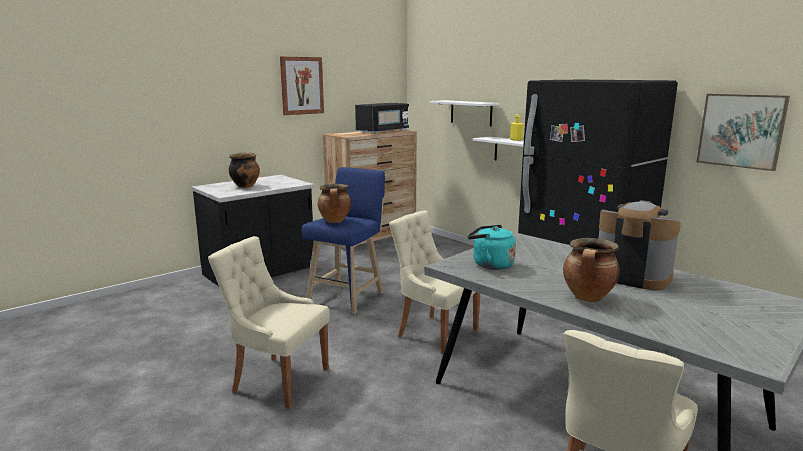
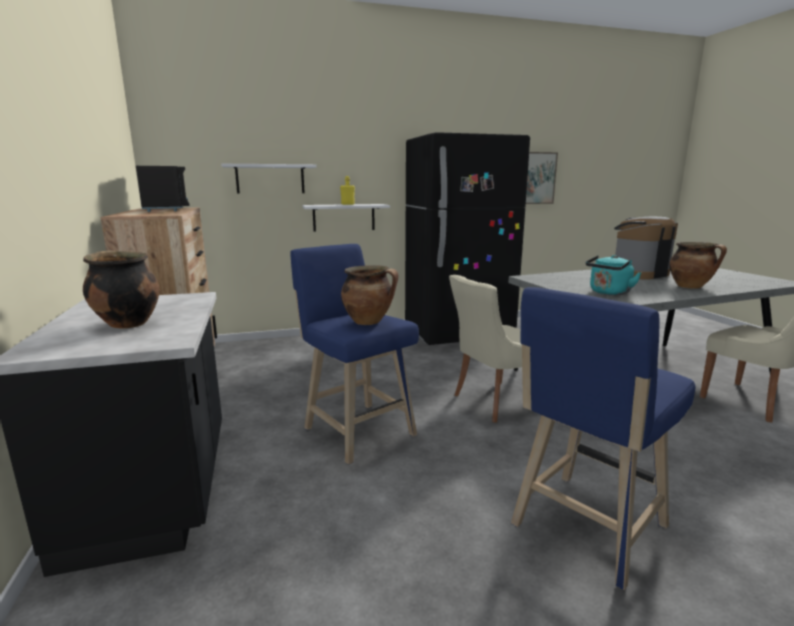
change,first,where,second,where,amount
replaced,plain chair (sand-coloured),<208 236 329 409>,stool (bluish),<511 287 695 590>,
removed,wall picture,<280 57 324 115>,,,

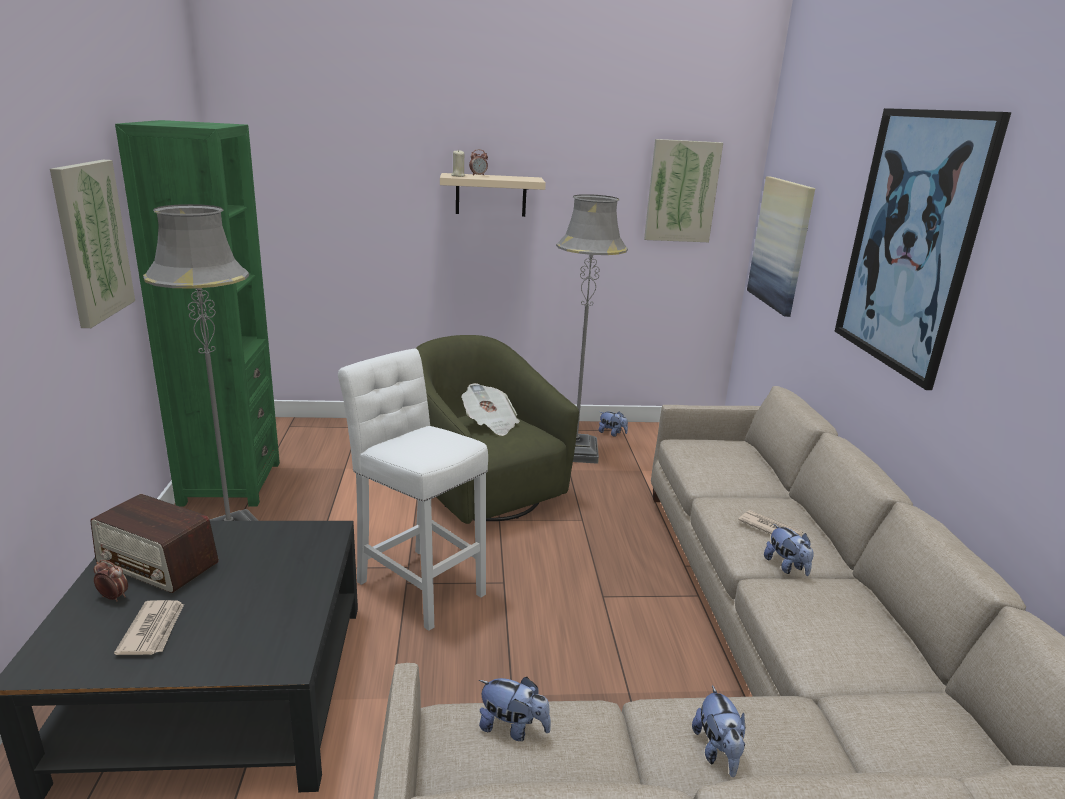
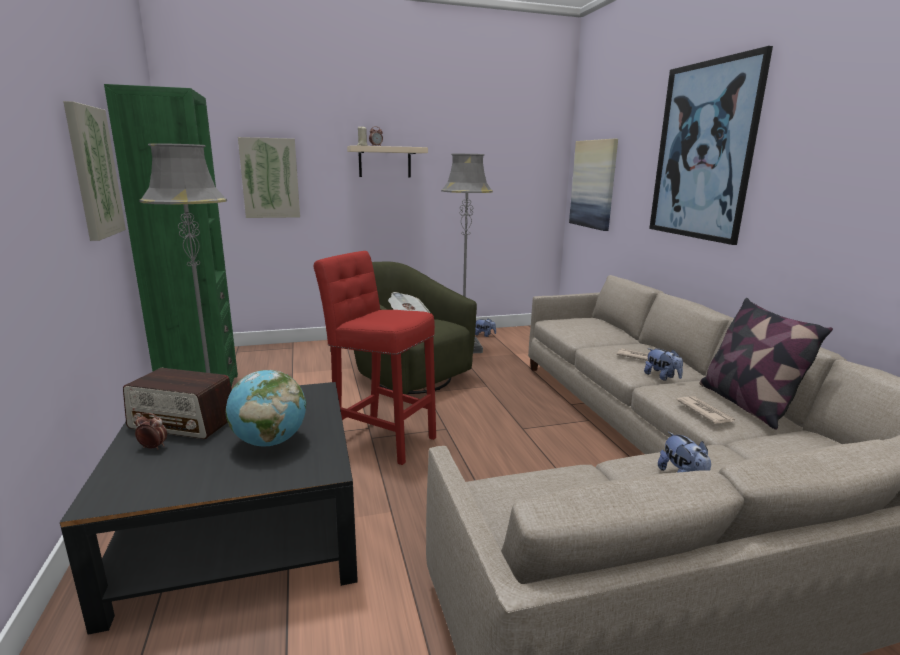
change,first,where,second,where,amount
added,,,desk globe,<226 370 306 447>,
moved,wall picture,<644 139 723 242>,,<238 137 300 218>,
recoloured,stool (white),<338 348 488 631>,stool (red-coloured),<314 251 436 465>,
moved,newspaper,<114 600 184 655>,,<677 396 736 424>,
added,,,throw pillow,<700 298 833 429>,
removed,cuddly toy,<479 677 551 741>,,,

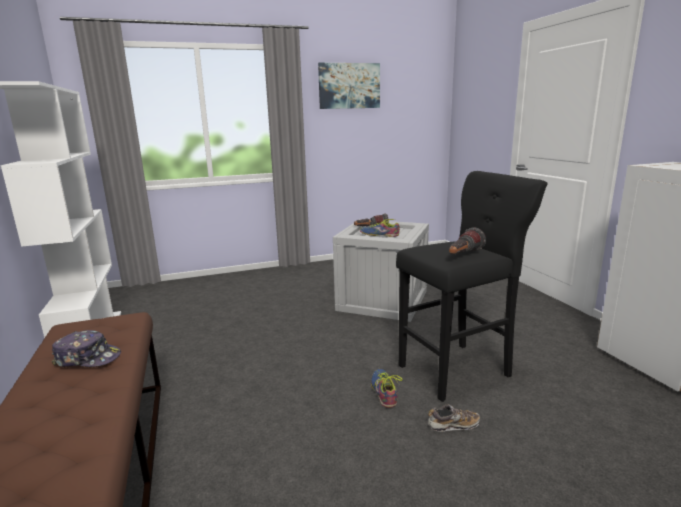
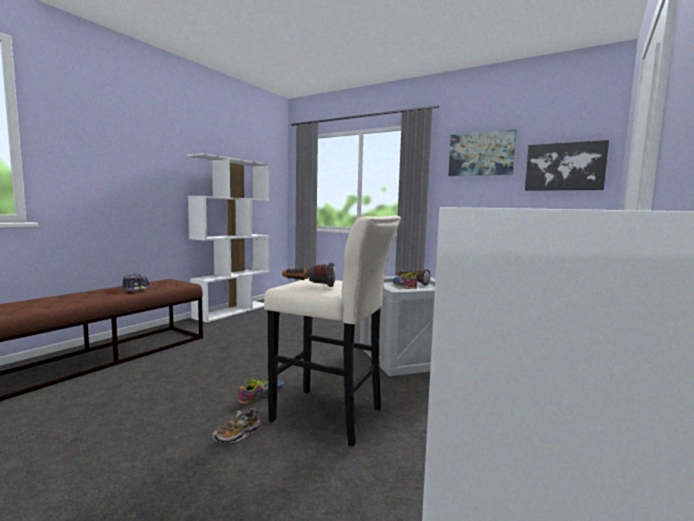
change,first,where,second,where,amount
turned,shoe,<428 404 480 432>,,<213 408 260 443>,90 degrees clockwise
recoloured,stool (blackish),<396 171 548 402>,stool (sand-coloured),<264 215 401 446>,
added,,,wall picture,<525 140 609 191>,

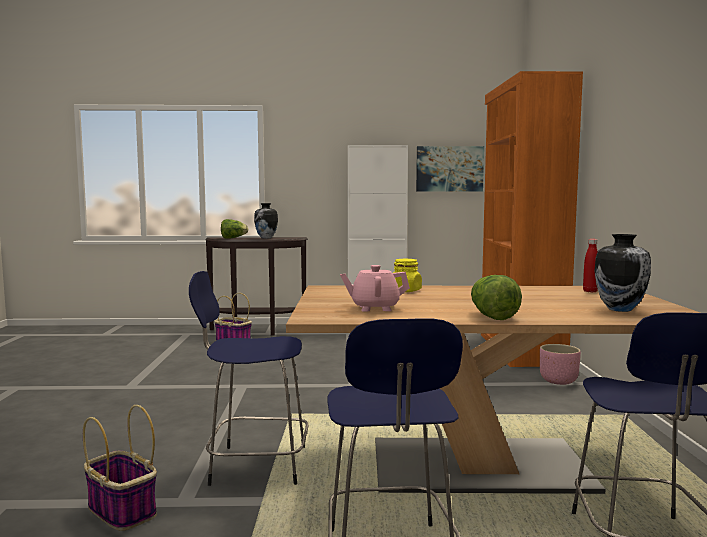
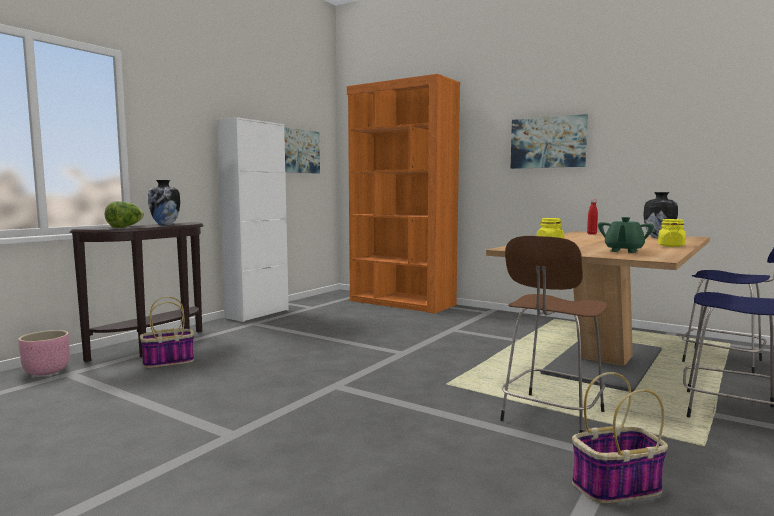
change,first,where,second,where,amount
moved,flower pot (pinkish),<540 344 581 385>,,<18 330 70 376>,
recoloured,stool (bluish),<189 271 308 486>,stool (brownish),<500 236 608 433>,
added,,,wall picture,<511 114 588 169>,
recoloured,tea pot (pinkish),<340 265 410 312>,tea pot (green-coloured),<598 217 654 253>,
replaced,lettuce head,<471 275 522 320>,preserve jar (yellow),<658 219 686 247>,

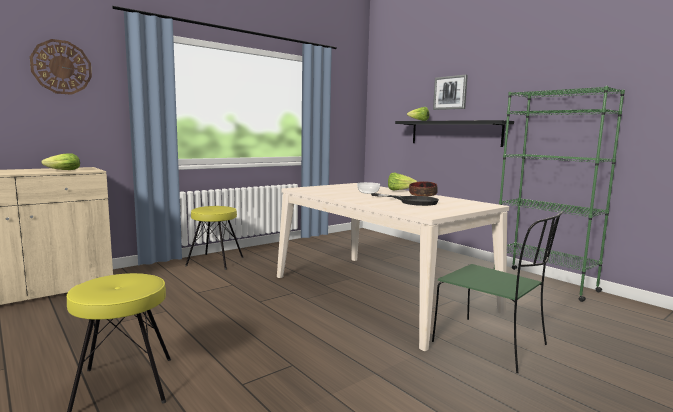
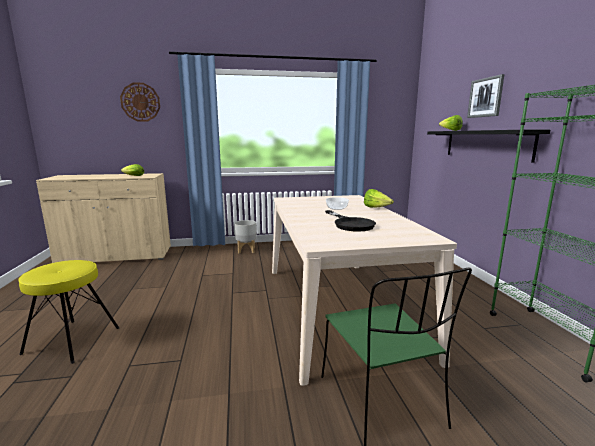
change,first,where,second,where,amount
replaced,stool (yellow),<185 206 244 270>,flower pot (greyish),<235 220 257 253>,
removed,serving bowl,<409 181 438 197>,,,

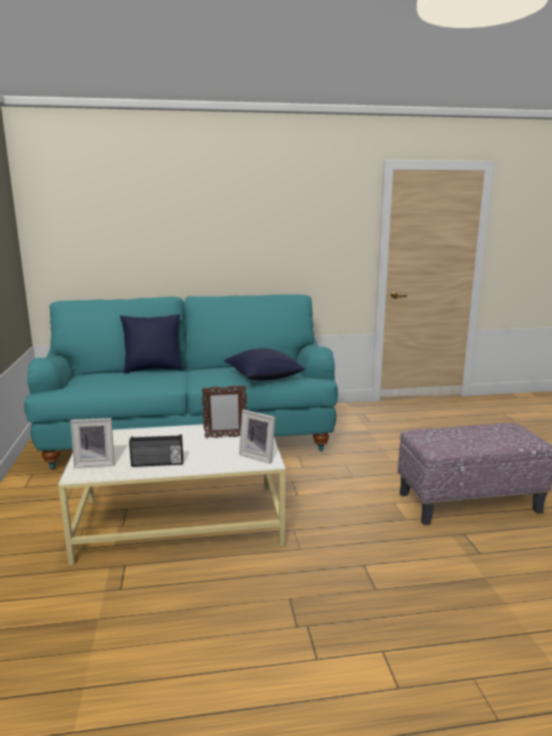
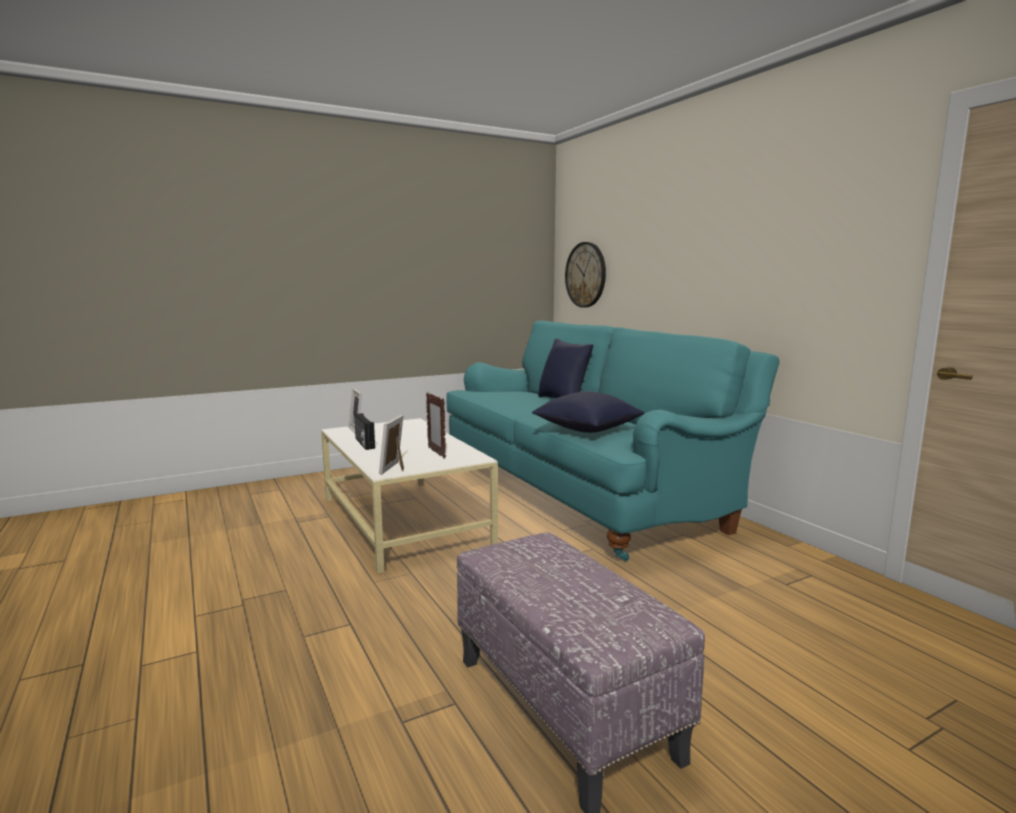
change,first,where,second,where,amount
added,,,hanging clock,<565 242 606 308>,

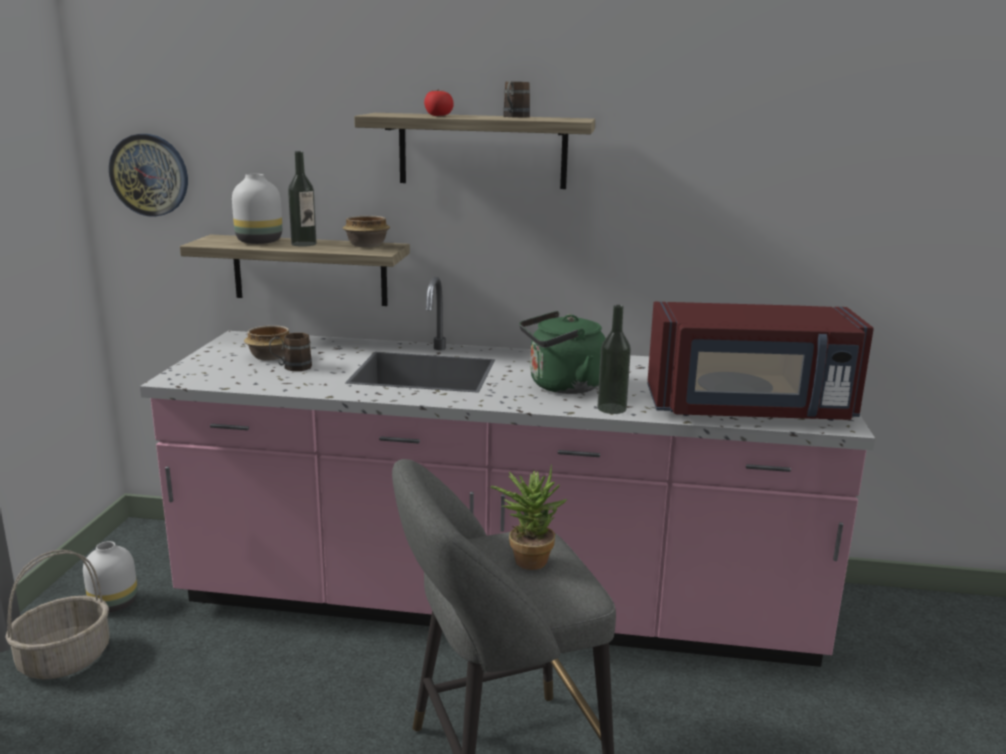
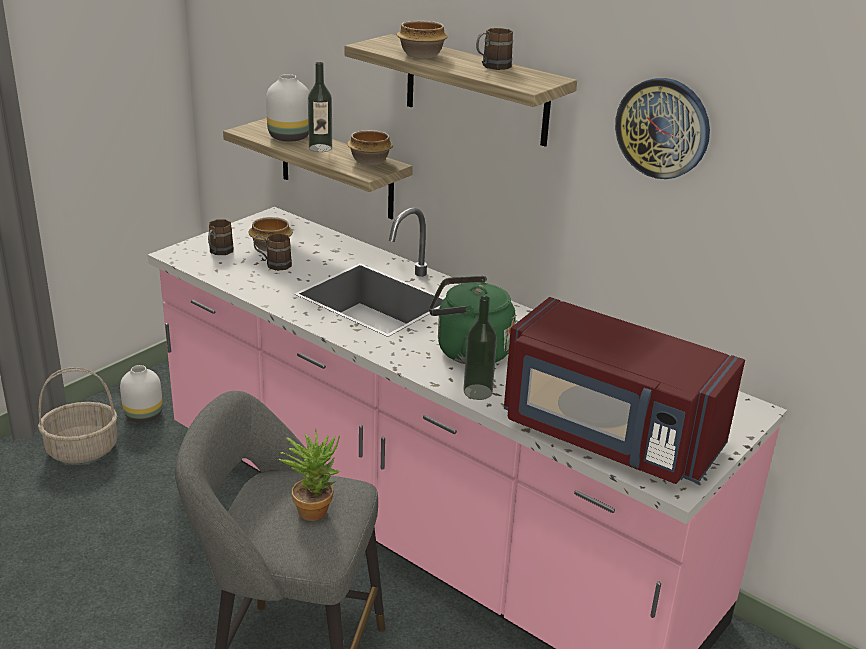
change,first,where,second,where,amount
added,,,coffee mug (brownish),<208 219 234 255>,
replaced,fresh tomato,<424 89 454 116>,serving bowl,<396 21 448 58>,
moved,hanging clock,<109 134 188 217>,,<615 78 710 179>,

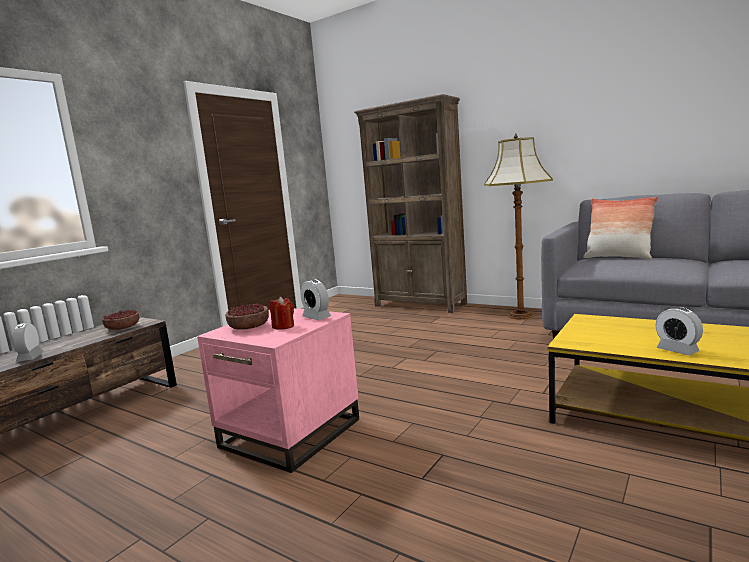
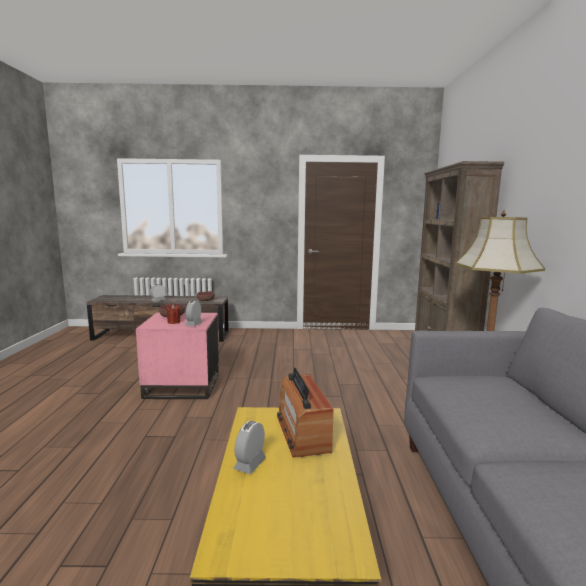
change,first,where,second,where,amount
added,,,radio set,<277 368 334 457>,
removed,throw pillow,<583 196 658 259>,,,

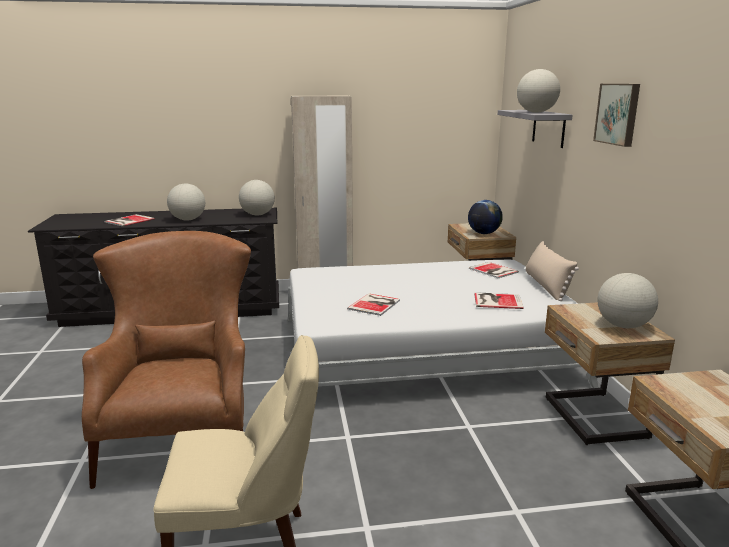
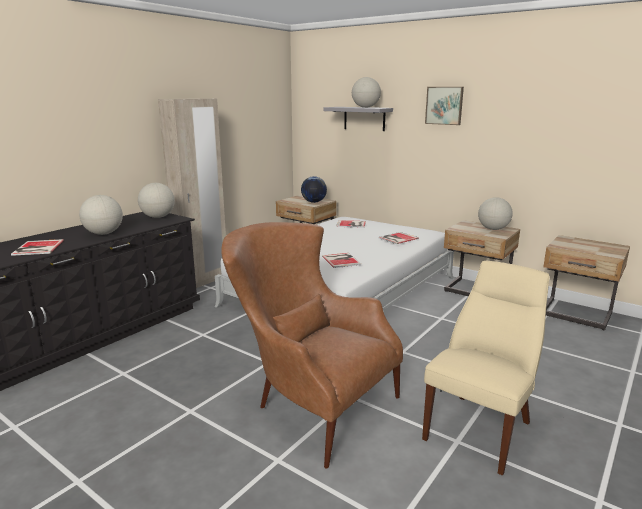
change,first,where,second,where,amount
removed,throw pillow (sand-coloured),<526 241 579 301>,,,

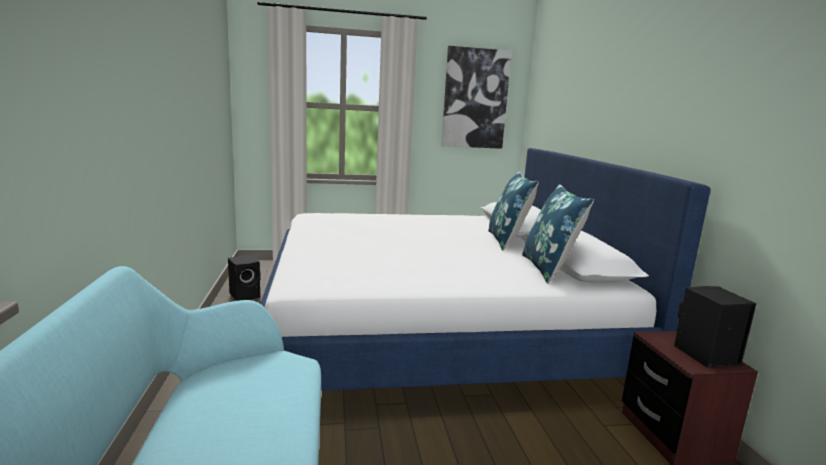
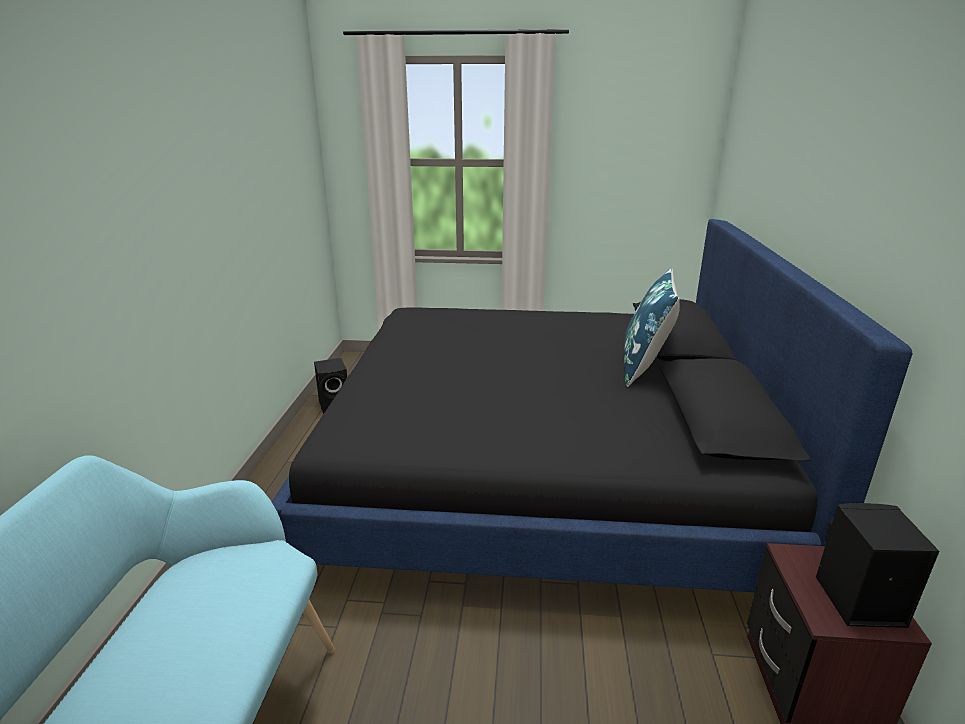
change,first,where,second,where,amount
recoloured,sleeping bed (white),<260 148 710 391>,sleeping bed (blackish),<272 219 913 592>,
removed,wall picture,<441 46 512 149>,,,
removed,throw pillow (bluish),<522 184 594 284>,,,

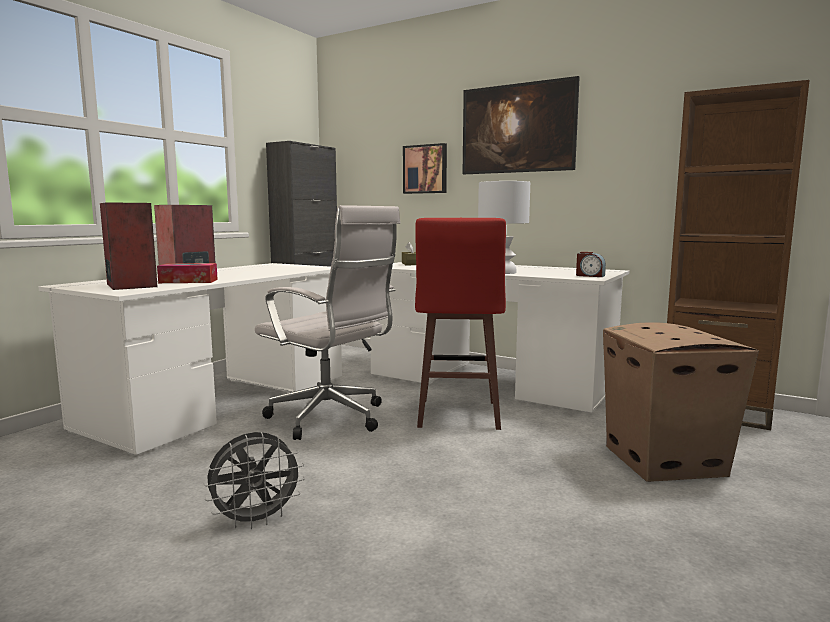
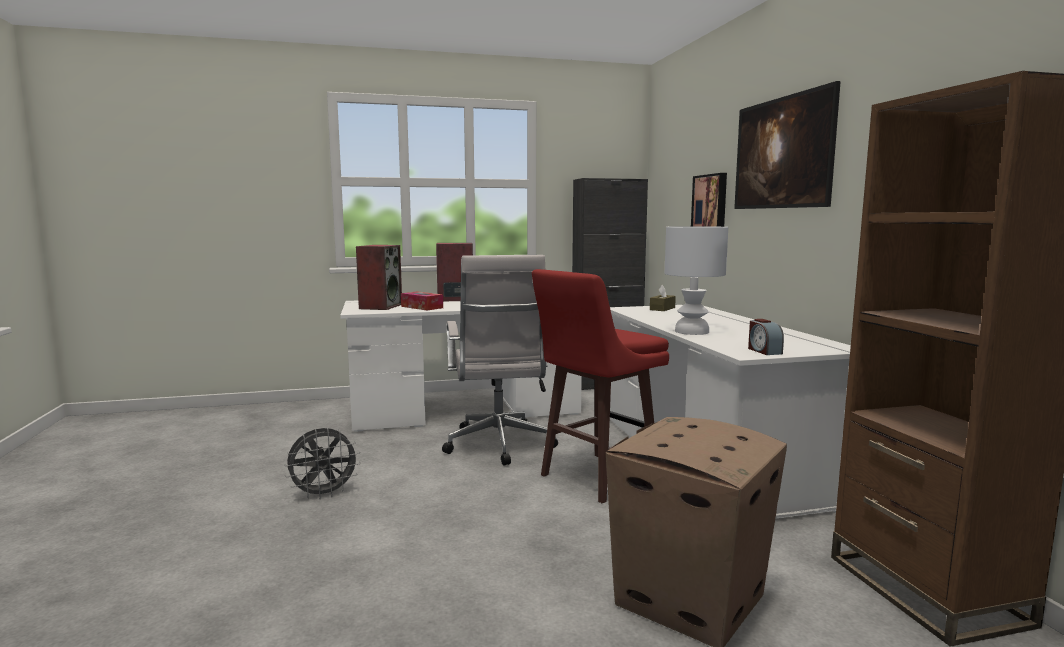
change,first,where,second,where,amount
turned,cooling fan (greyish),<204 432 305 529>,,<284 428 361 499>,45 degrees counterclockwise

